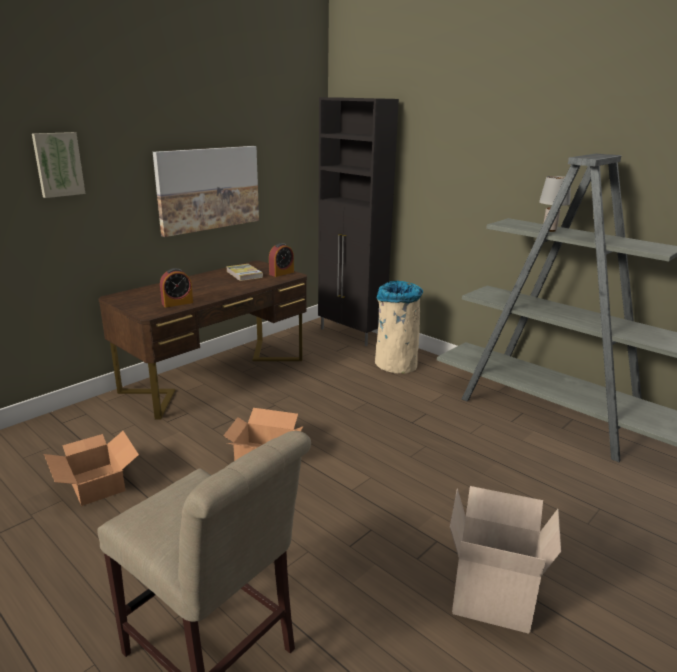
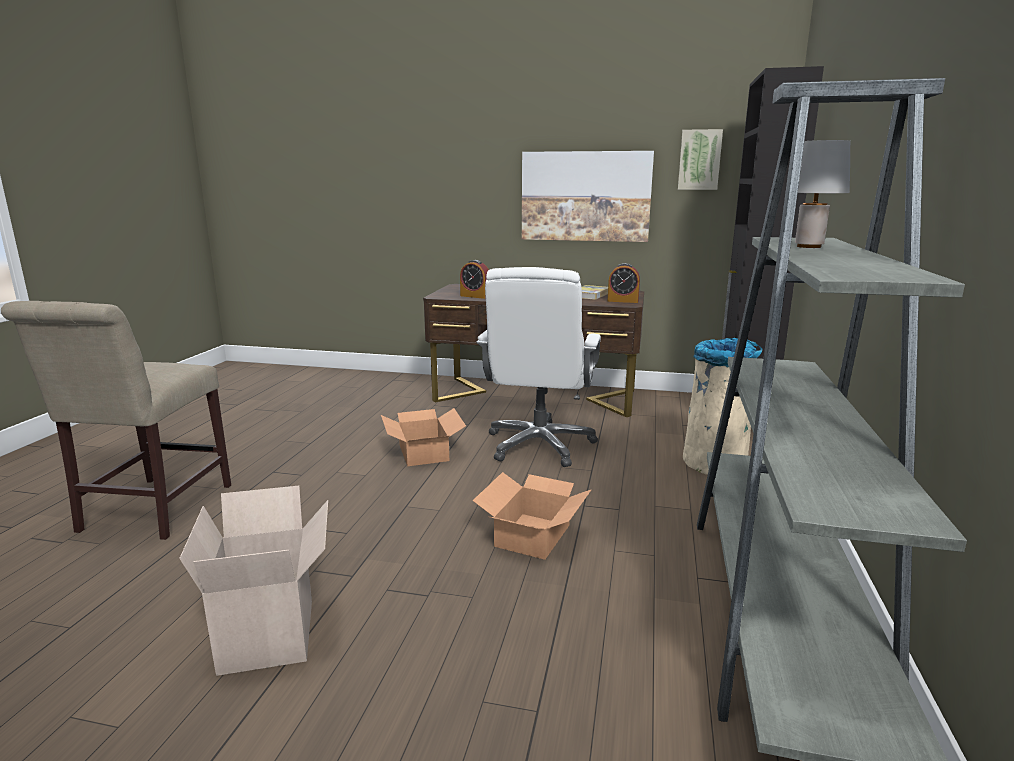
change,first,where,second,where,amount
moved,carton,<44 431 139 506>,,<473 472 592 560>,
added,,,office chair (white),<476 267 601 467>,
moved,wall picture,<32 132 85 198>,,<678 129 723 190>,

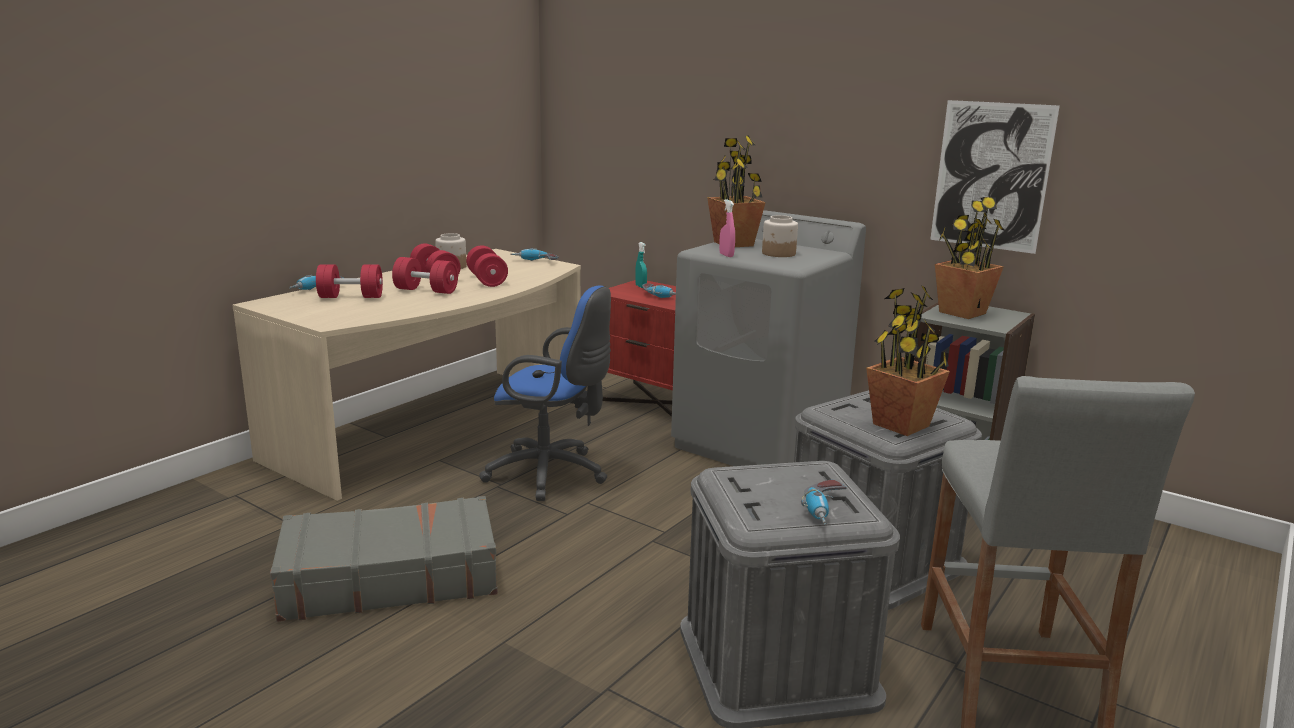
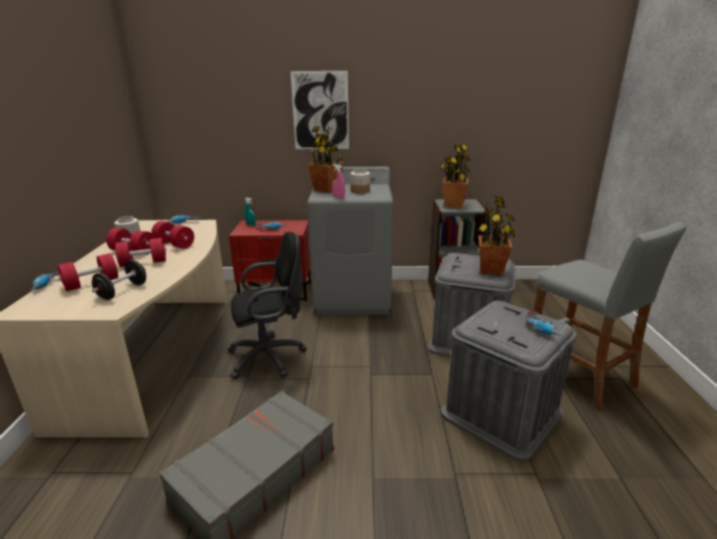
change,first,where,second,where,amount
added,,,free weight (blackish),<92 260 146 300>,
recoloured,office chair (bluish),<479 286 611 501>,office chair (blackish),<227 232 307 379>,
moved,wall picture,<930 100 1060 254>,,<291 71 349 149>,

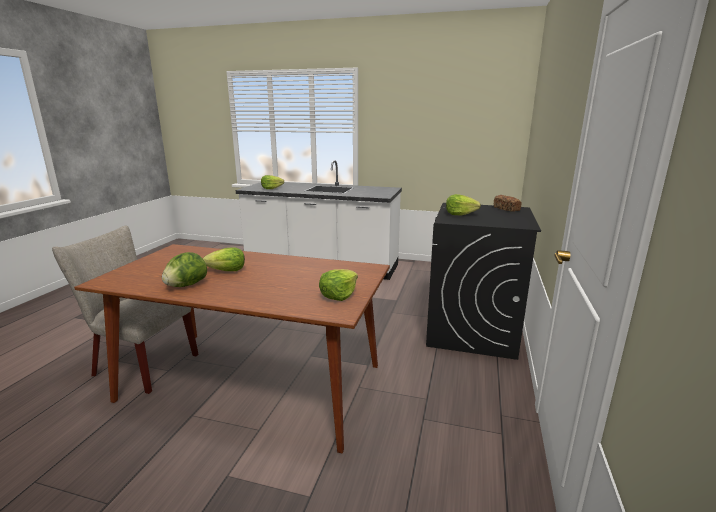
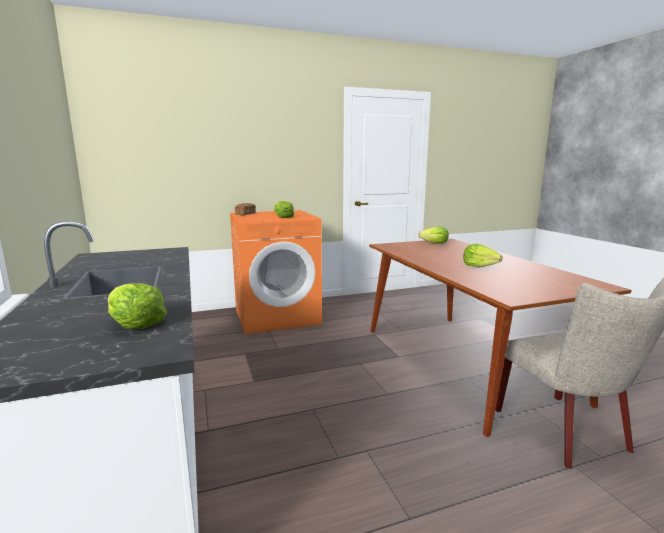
change,first,where,second,where,amount
recoloured,washing machine (blackish),<426 203 541 360>,washing machine (orangey),<230 210 322 334>,
removed,lettuce head,<162 252 207 287>,,,

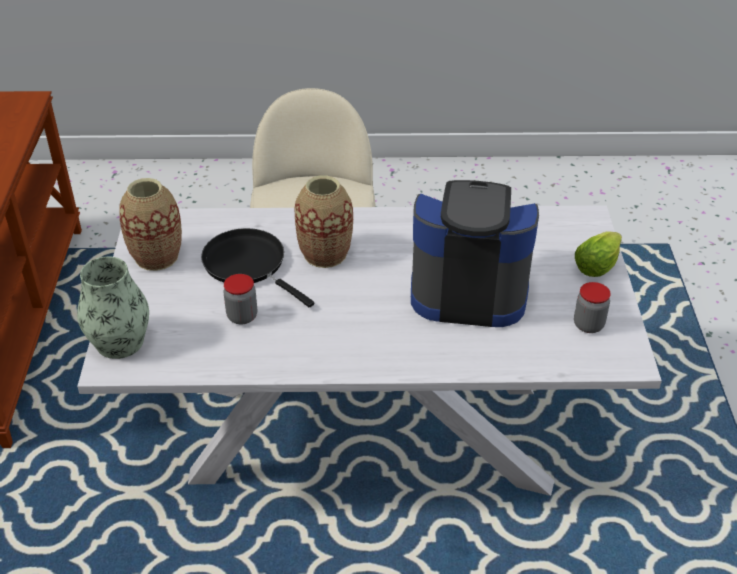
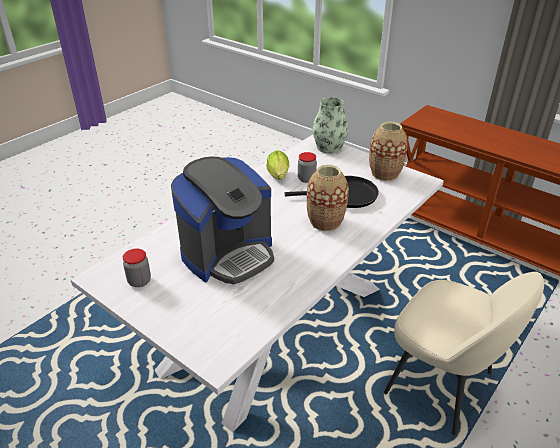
change,first,where,second,where,amount
moved,lettuce head,<575 231 622 277>,,<266 150 289 180>,

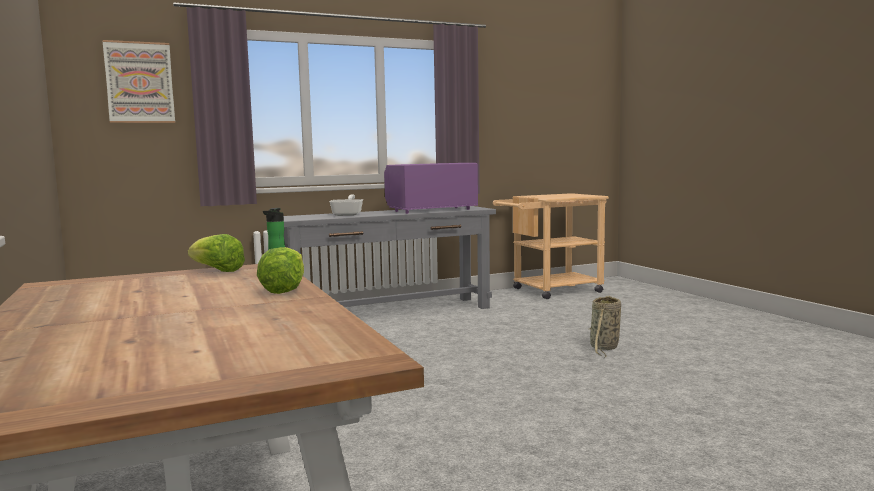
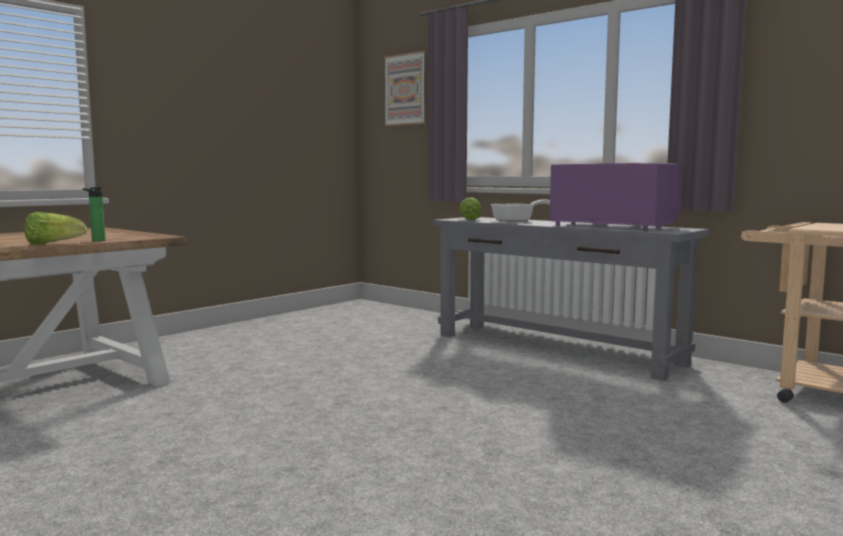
change,first,where,second,where,amount
moved,lettuce head,<188 234 245 272>,,<459 197 481 220>,
removed,household basket,<590 295 621 358>,,,

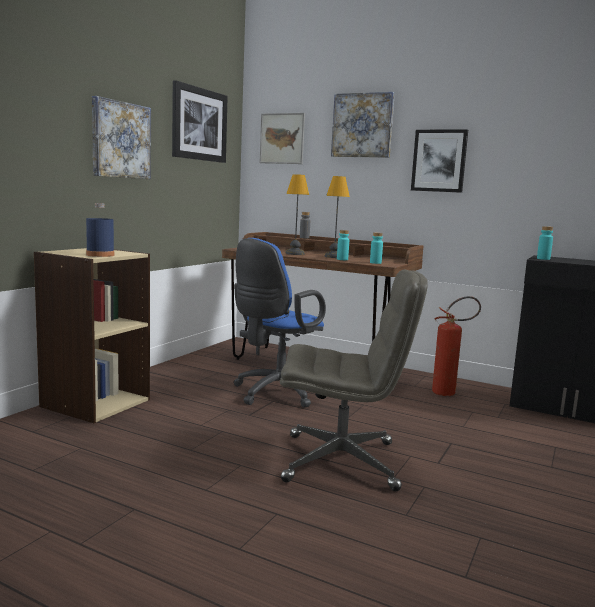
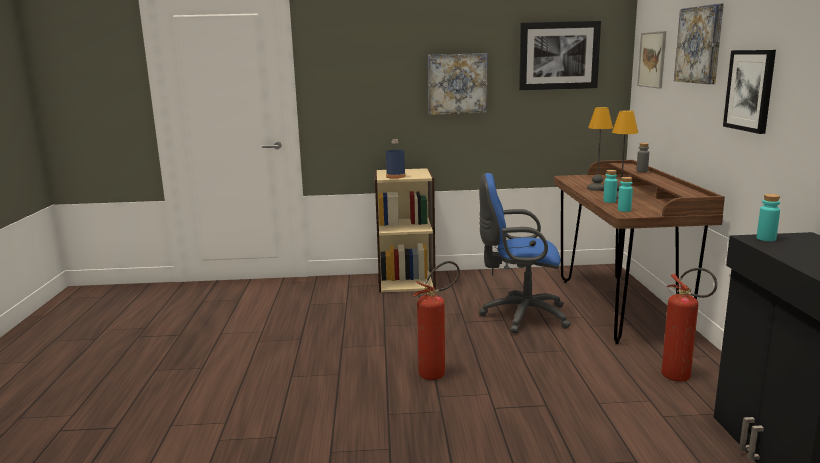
change,first,where,second,where,amount
replaced,office chair (greyish),<280 270 428 491>,extinguisher,<413 261 460 380>,

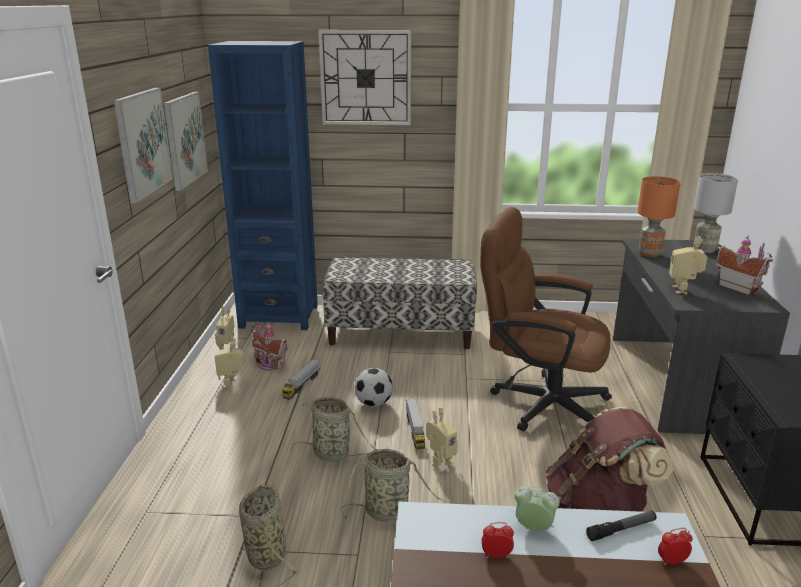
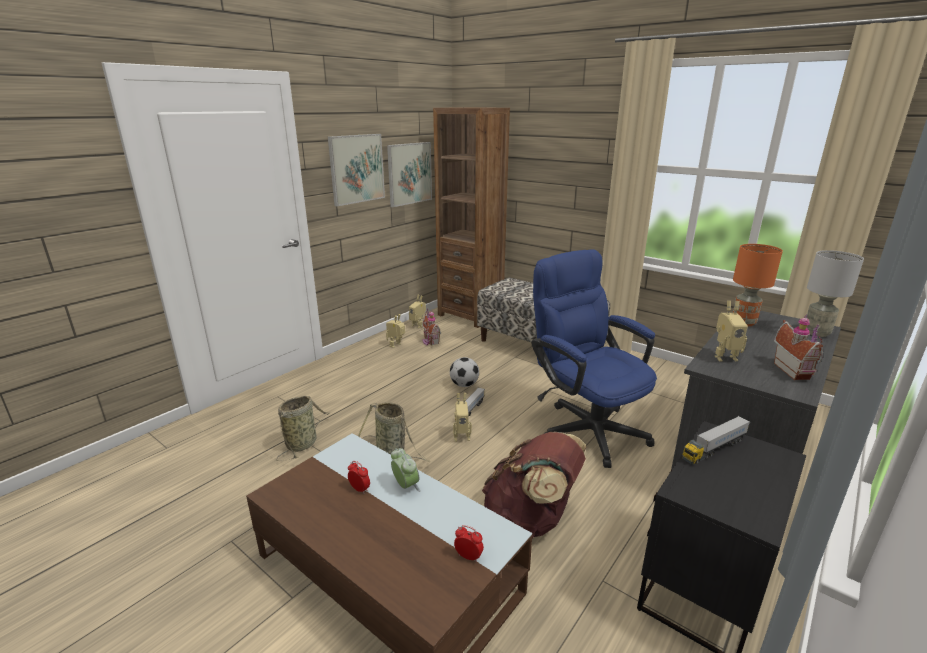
change,first,where,second,where,amount
recoloured,shelving unit (bluish),<208 41 318 330>,shelving unit (brownish),<433 107 510 328>,
recoloured,office chair (brownish),<481 207 612 432>,office chair (bluish),<531 249 657 468>,
moved,model truck,<282 359 320 400>,,<682 416 750 465>,
turned,robot figure,<669 236 707 294>,,<714 301 748 362>,135 degrees counterclockwise
removed,household basket,<290 397 378 462>,,,
removed,hanging clock,<318 30 411 125>,,,
removed,torch,<586 511 657 541>,,,

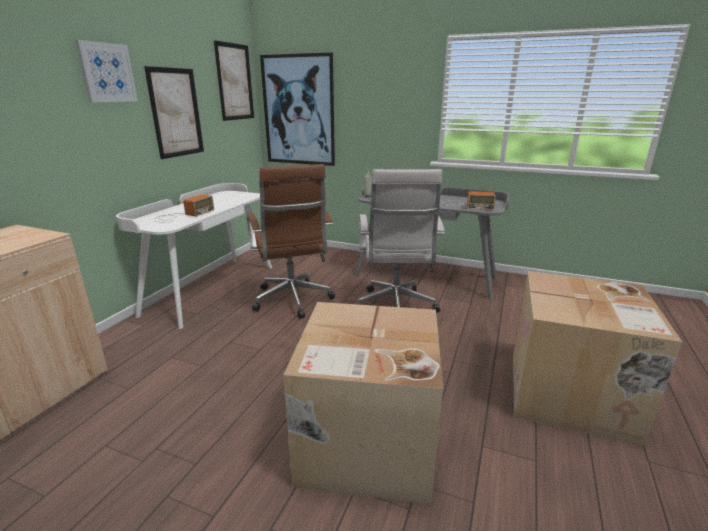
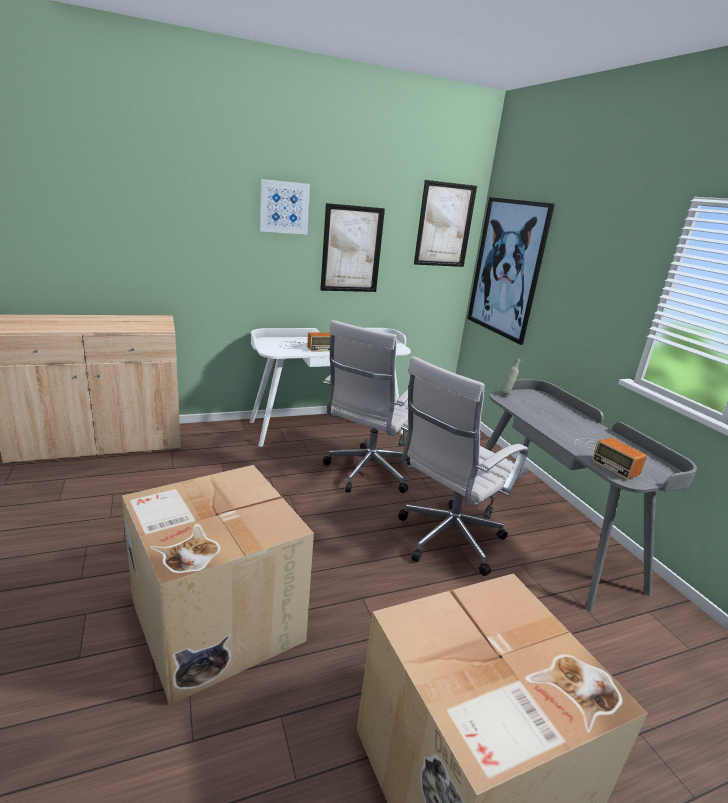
change,first,where,second,where,amount
recoloured,office chair (brownish),<246 164 335 319>,office chair (white),<323 320 410 493>,

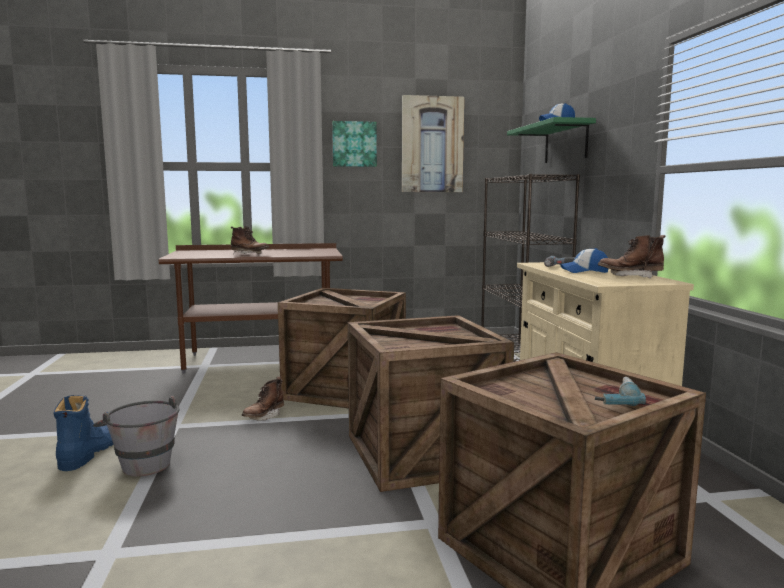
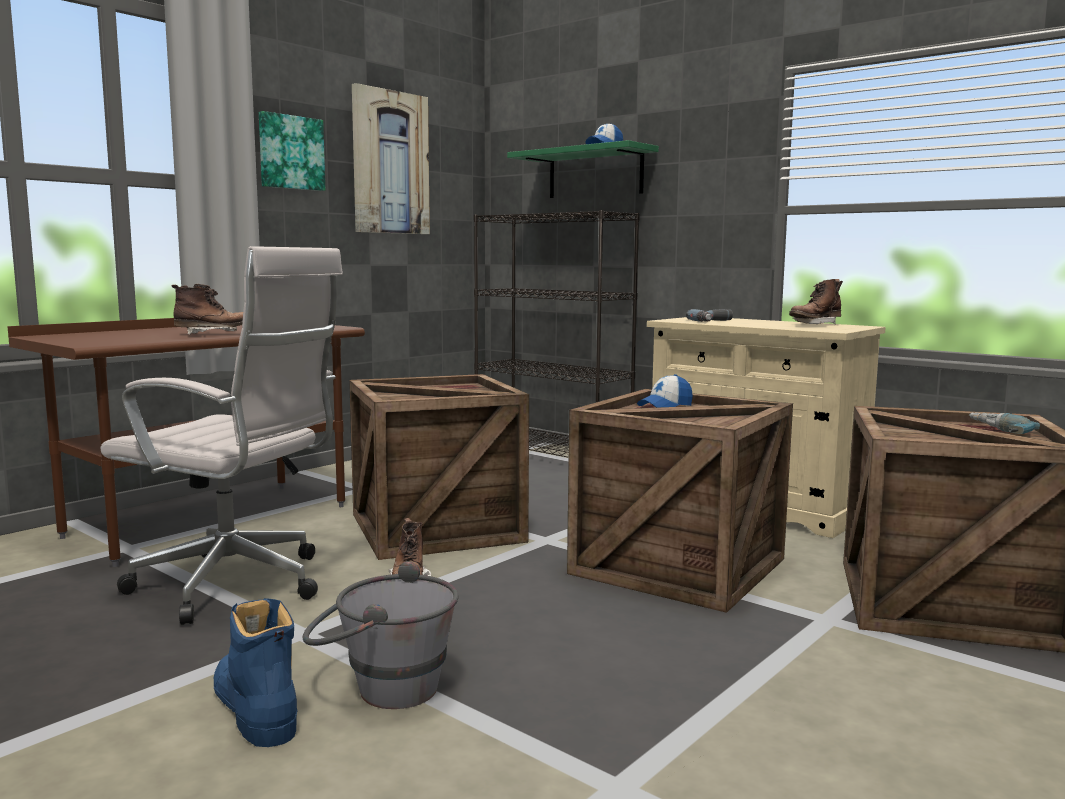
change,first,where,second,where,amount
added,,,office chair (white),<101 246 343 625>,
moved,baseball cap,<560 248 609 273>,,<637 374 693 408>,

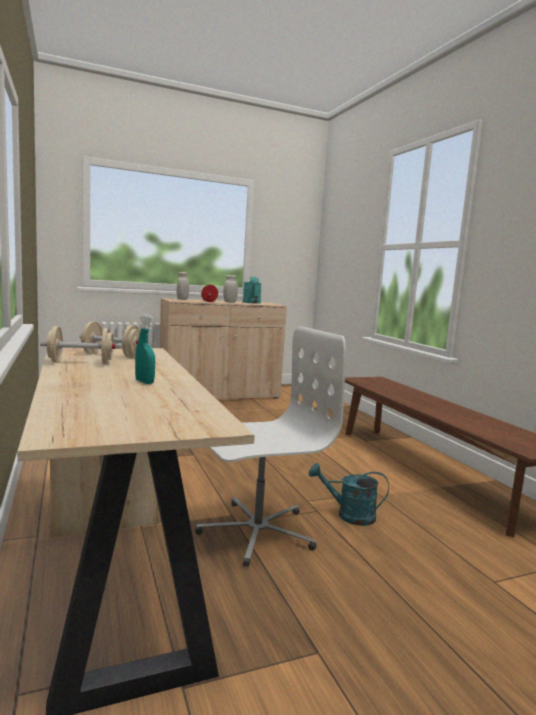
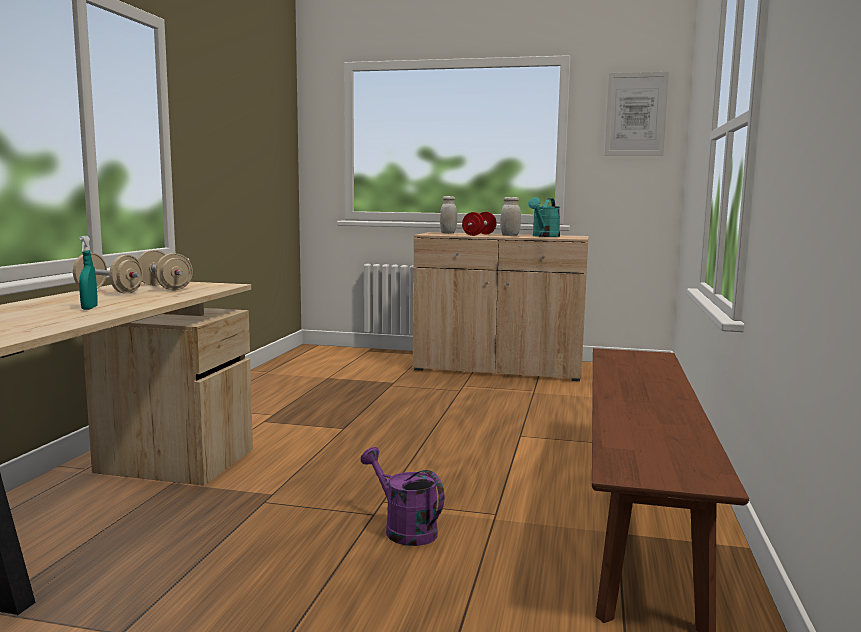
change,first,where,second,where,amount
recoloured,watering can (turquoise-coloured),<308 463 389 526>,watering can (purple),<361 447 444 546>,
added,,,wall picture,<605 72 669 155>,
removed,office chair (white),<195 326 346 567>,,,

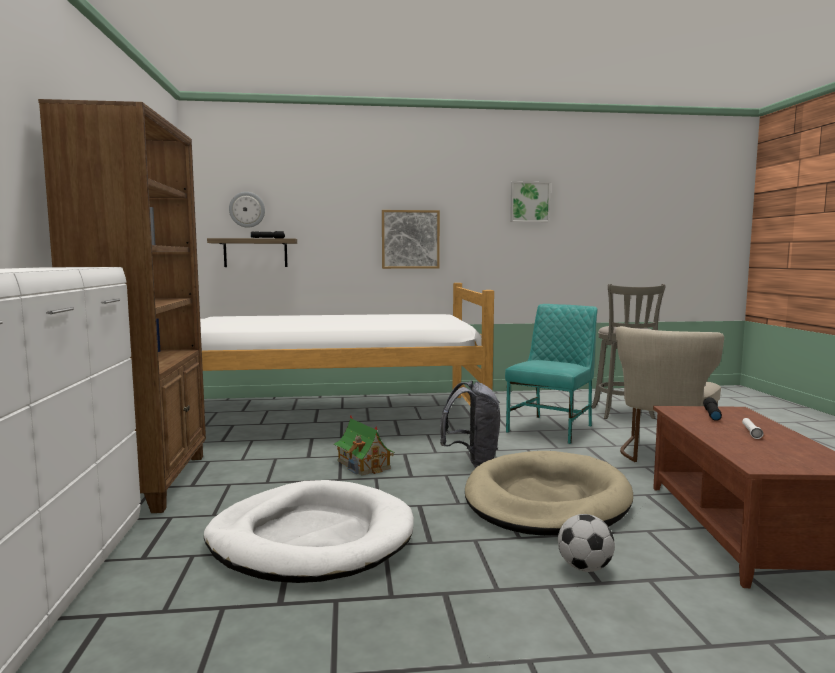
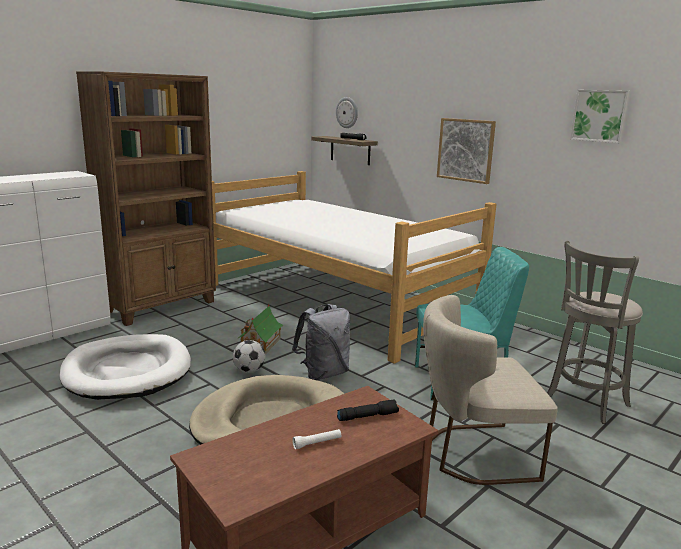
change,first,where,second,where,amount
moved,ball for football,<558 514 615 572>,,<233 340 265 373>,

